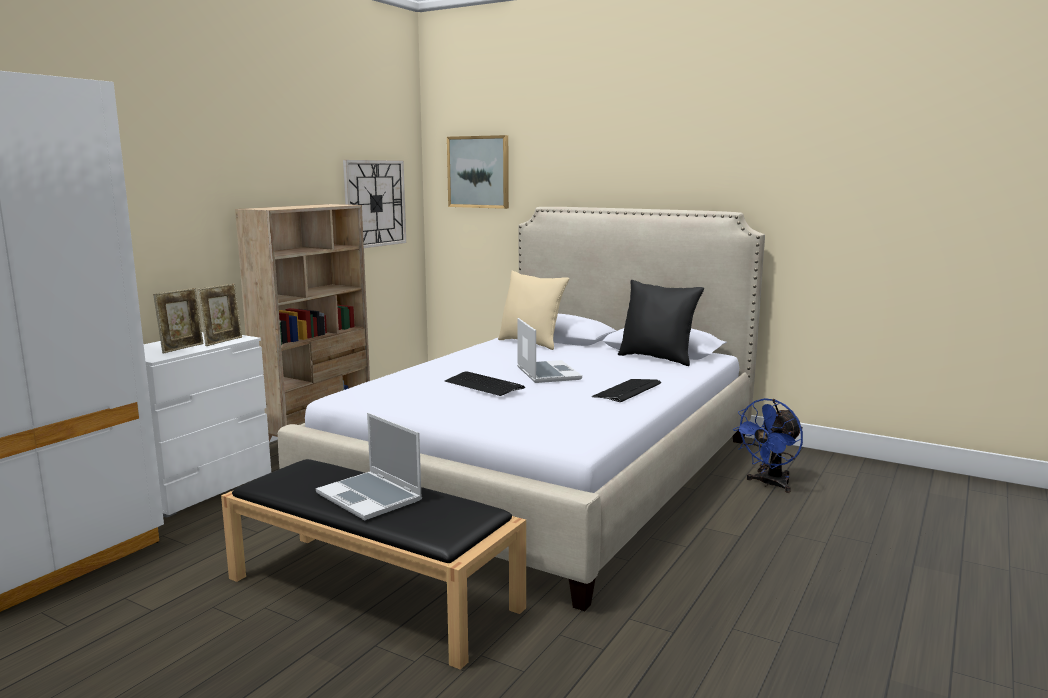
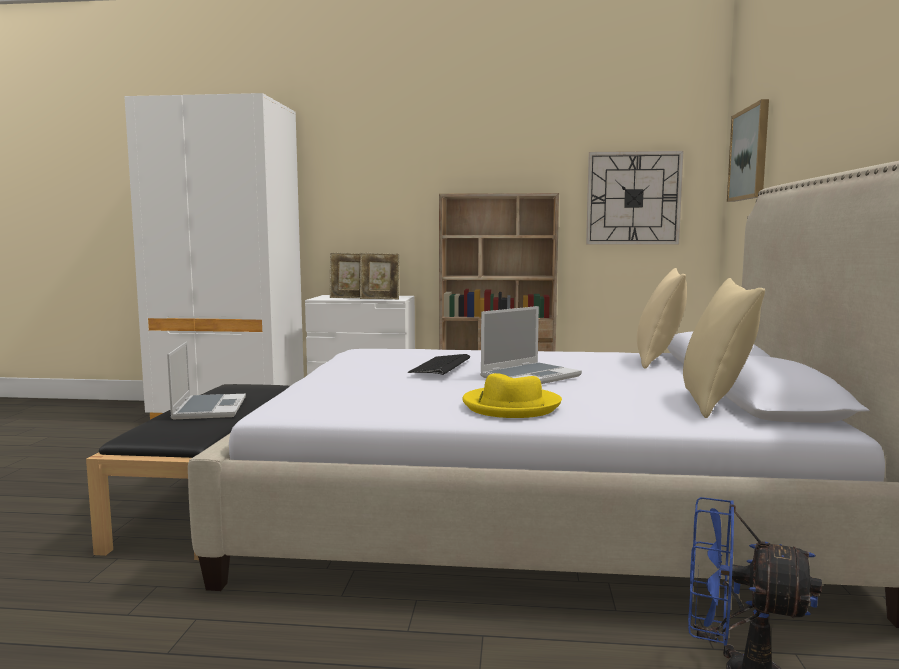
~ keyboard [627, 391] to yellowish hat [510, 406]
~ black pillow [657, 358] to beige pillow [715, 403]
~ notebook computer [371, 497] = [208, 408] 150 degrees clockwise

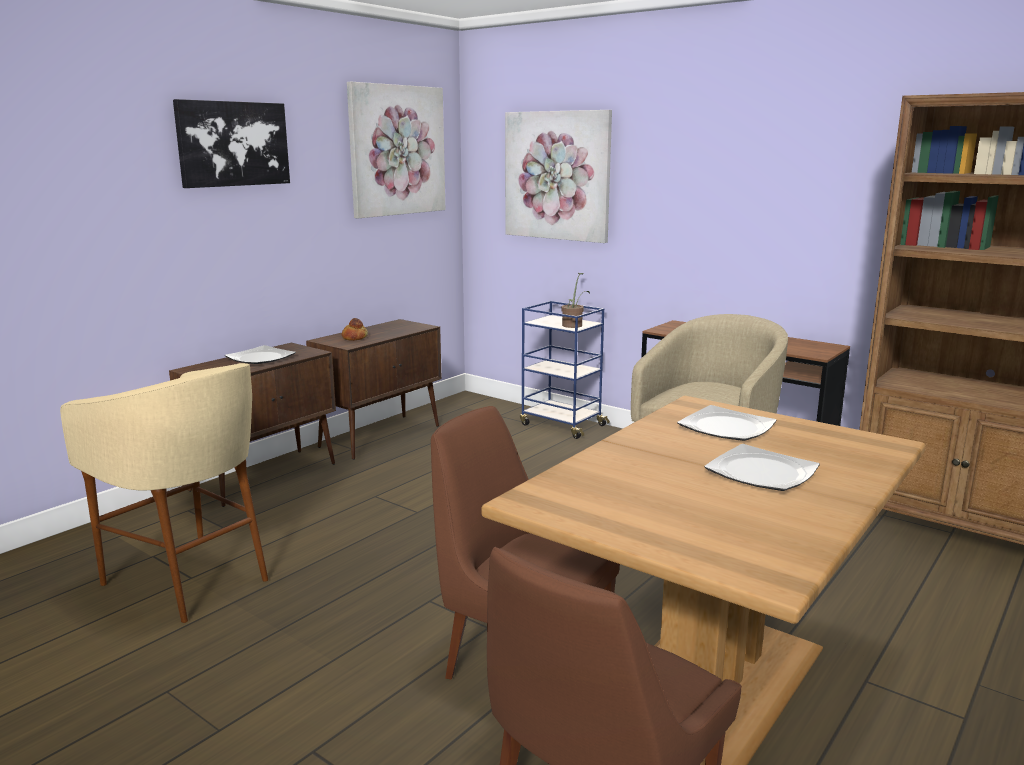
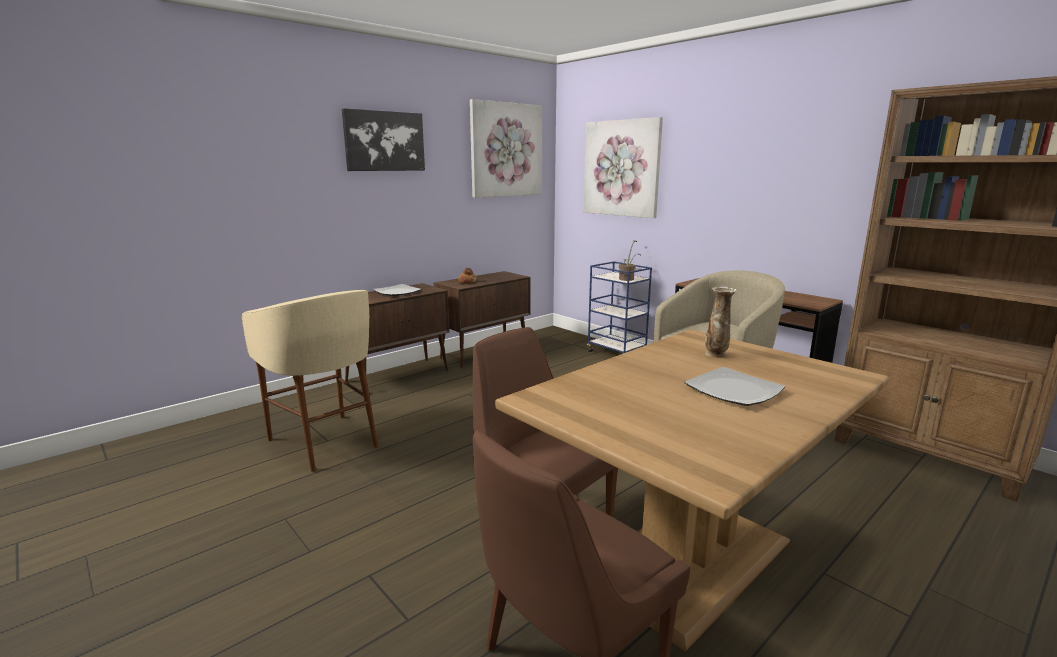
~ flat dish [726, 428] to flower vase [716, 354]

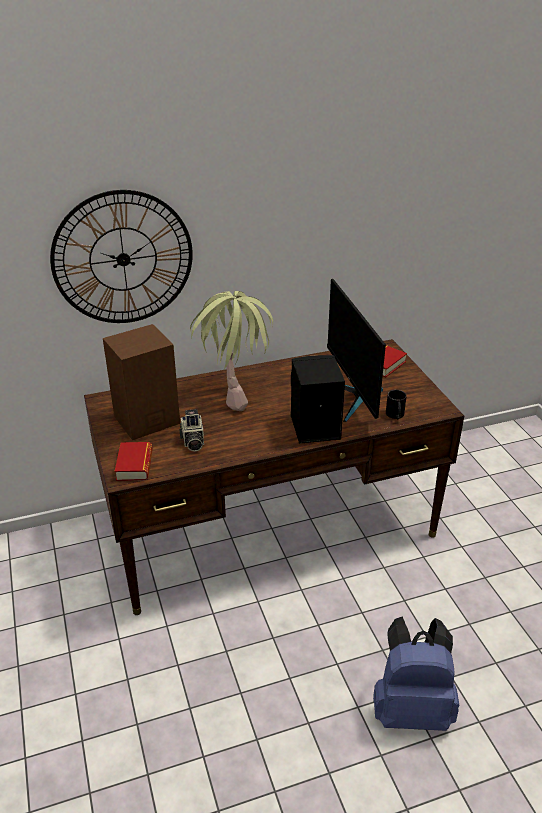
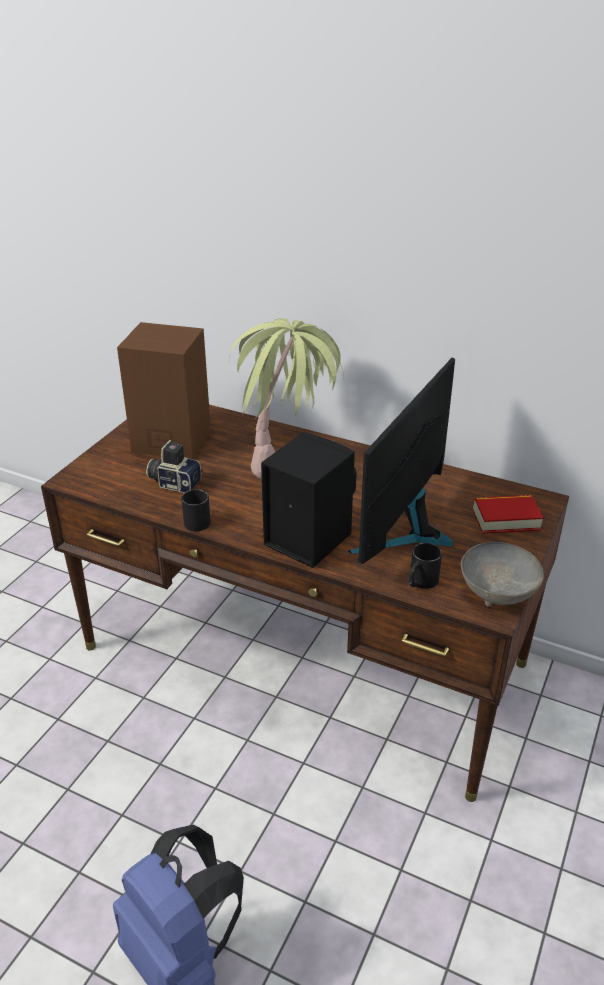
- hanging clock [123, 259]
- bound book [134, 465]
+ black coffee mug [199, 519]
+ gray serving bowl [497, 595]
~ still camera [192, 441] = [175, 482] 75 degrees clockwise

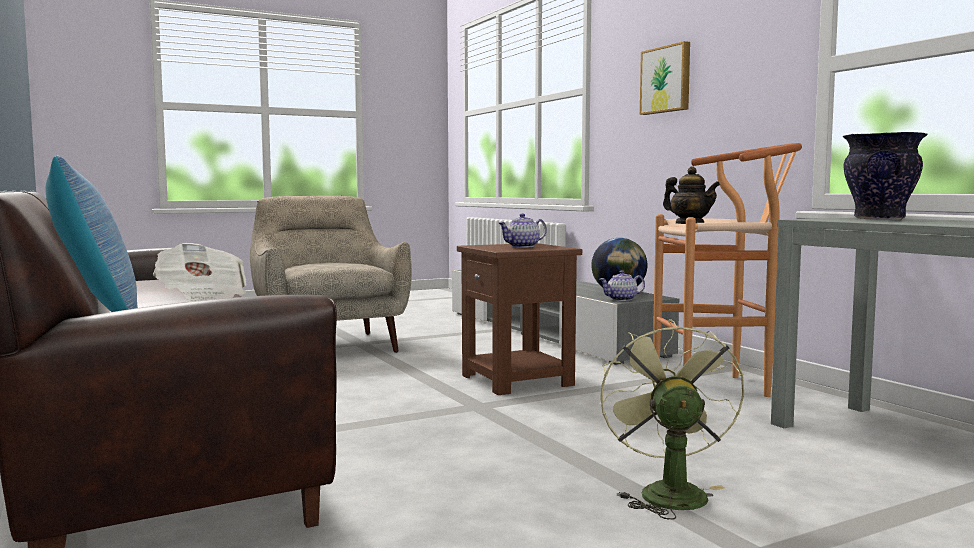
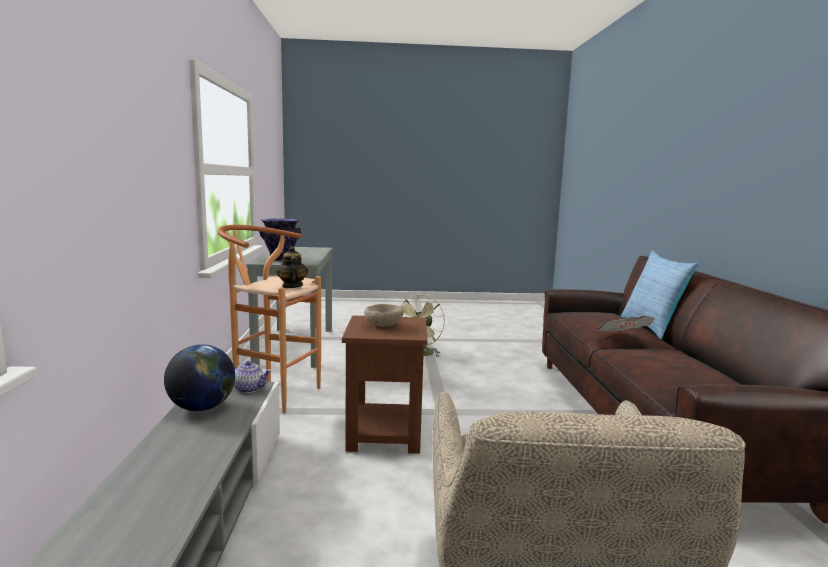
- picture [666, 79]
~ tea pot [522, 246] to beige serving bowl [382, 325]

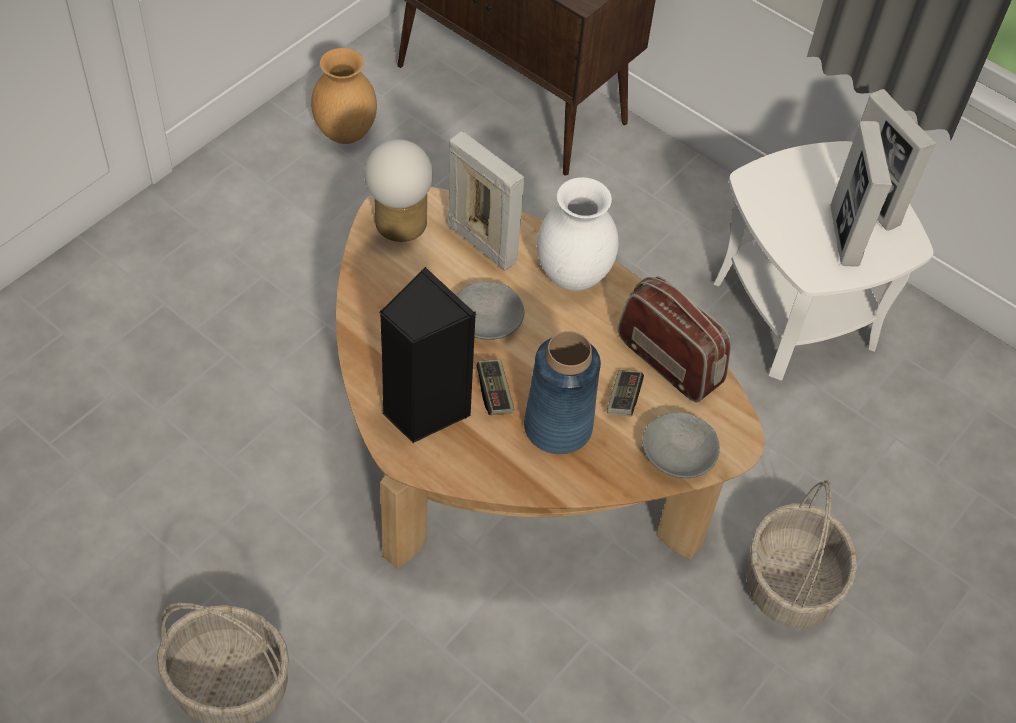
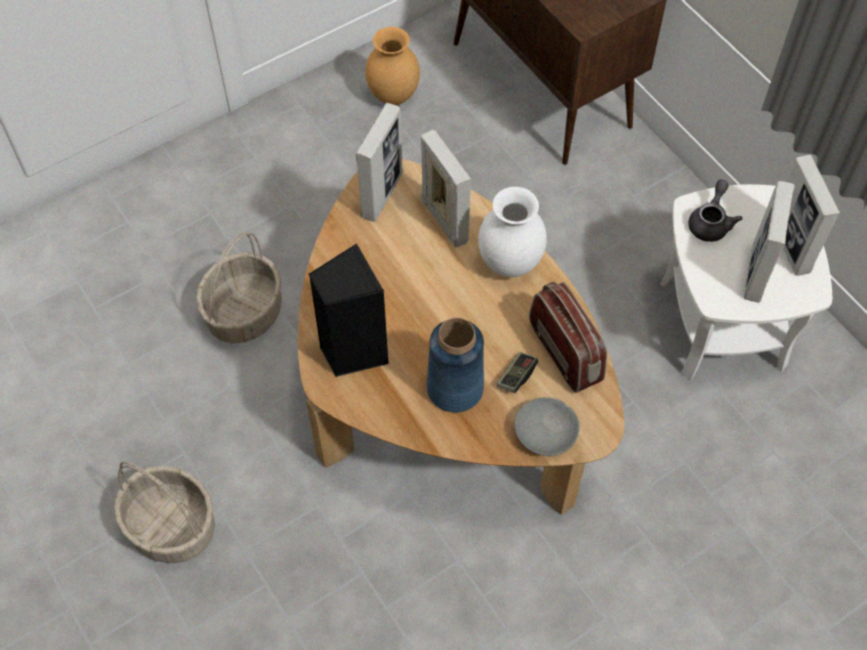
- gray serving bowl [487, 320]
- game controller [494, 393]
+ gray tea pot [711, 222]
~ household basket [790, 582] to [244, 312]
~ tabletop lamp [398, 228] to photo frame [382, 195]

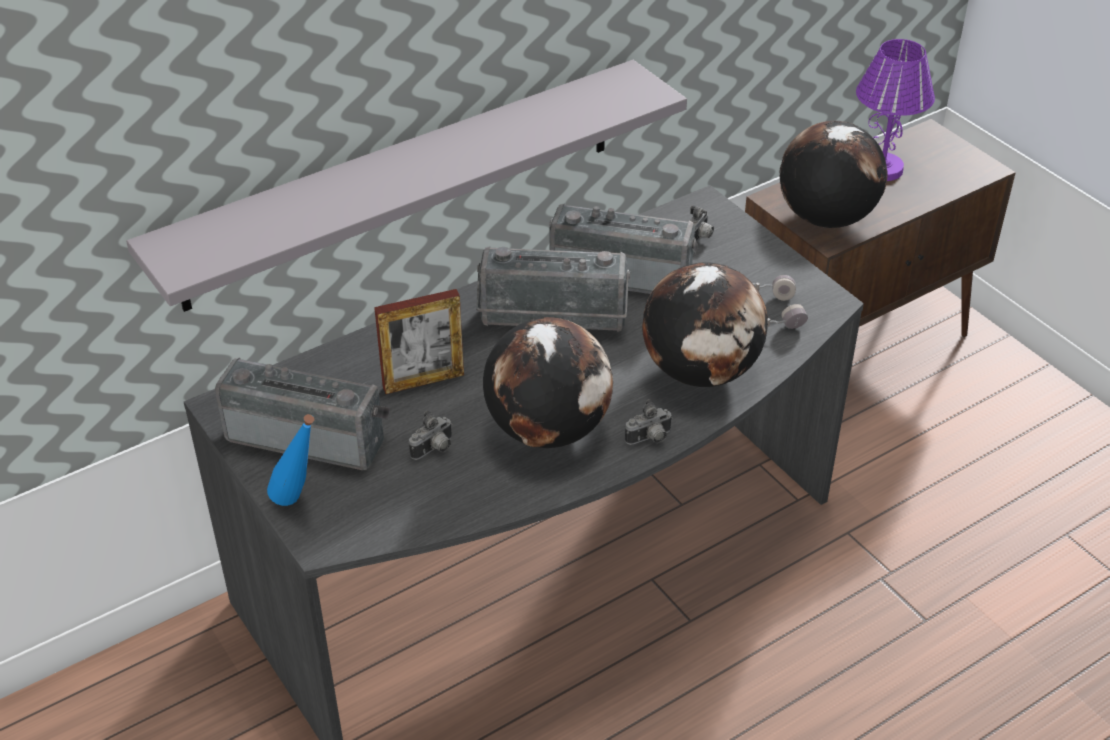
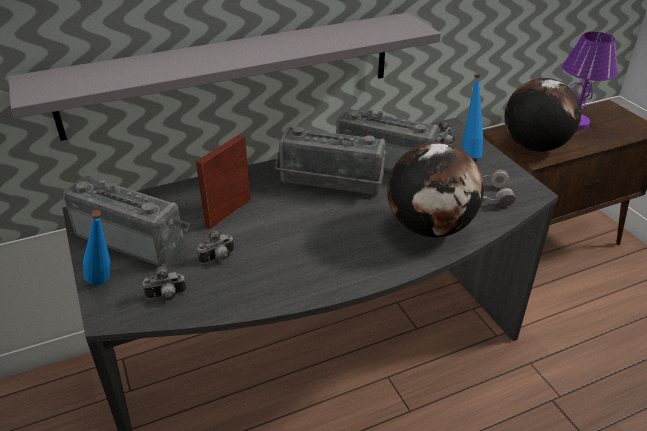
- desk globe [548, 429]
+ bluish beverage bottle [469, 153]
~ still camera [650, 439] to [166, 297]
~ photo frame [423, 381] = [228, 212] 135 degrees clockwise

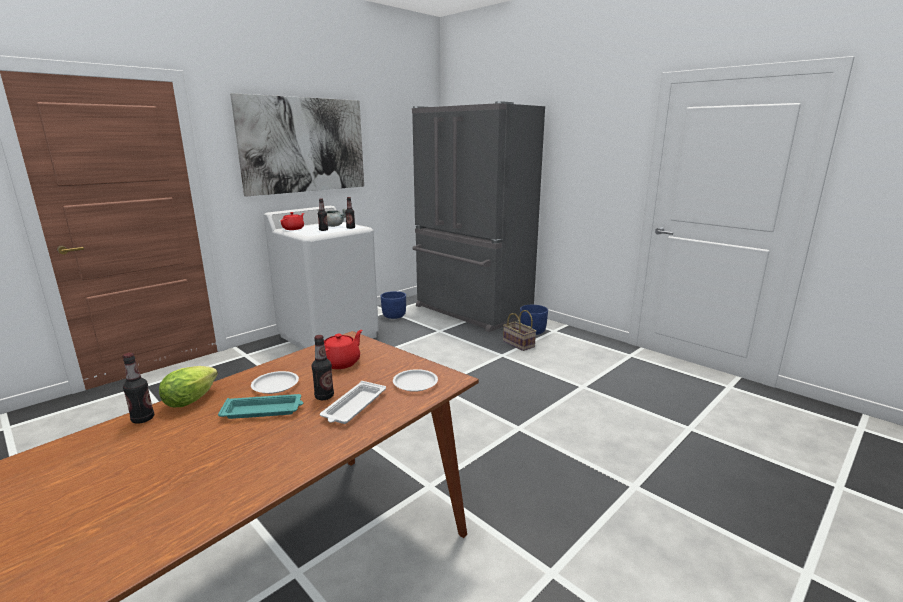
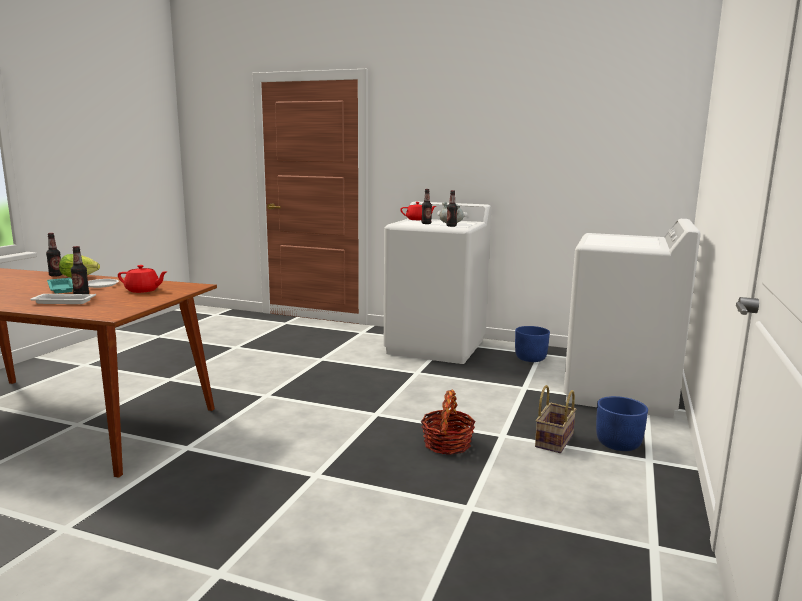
- picture [304, 145]
- whitish flat dish [415, 383]
+ household basket [447, 444]
~ gray refrigerator [471, 311] to whitish laundry appliance [619, 392]

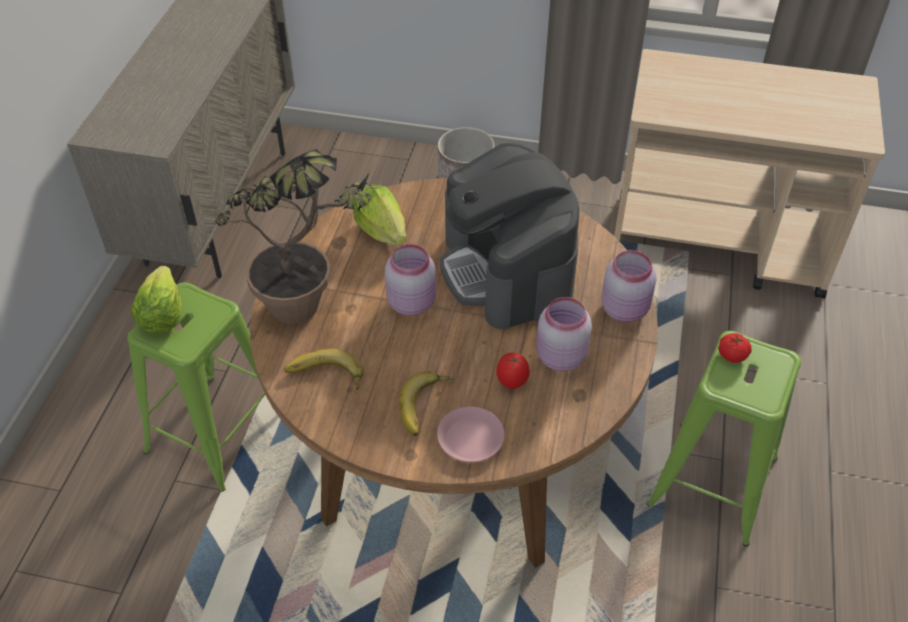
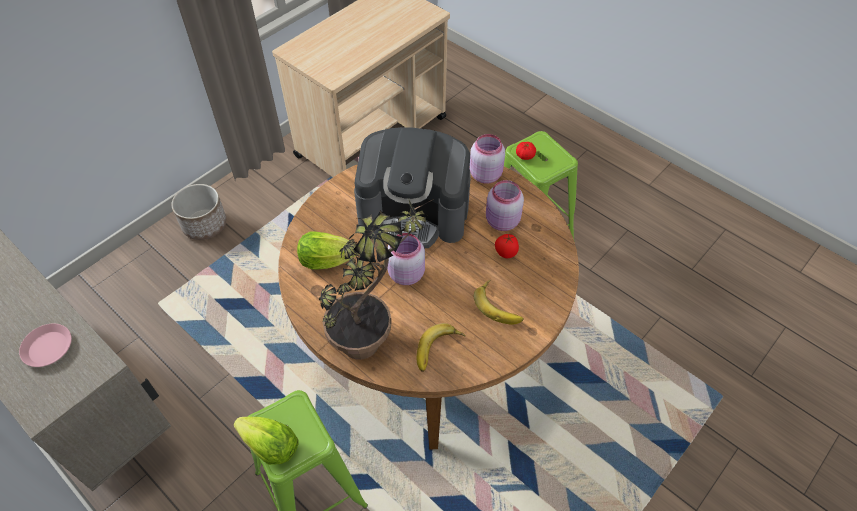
~ pink-coloured flat dish [471, 438] to [48, 347]

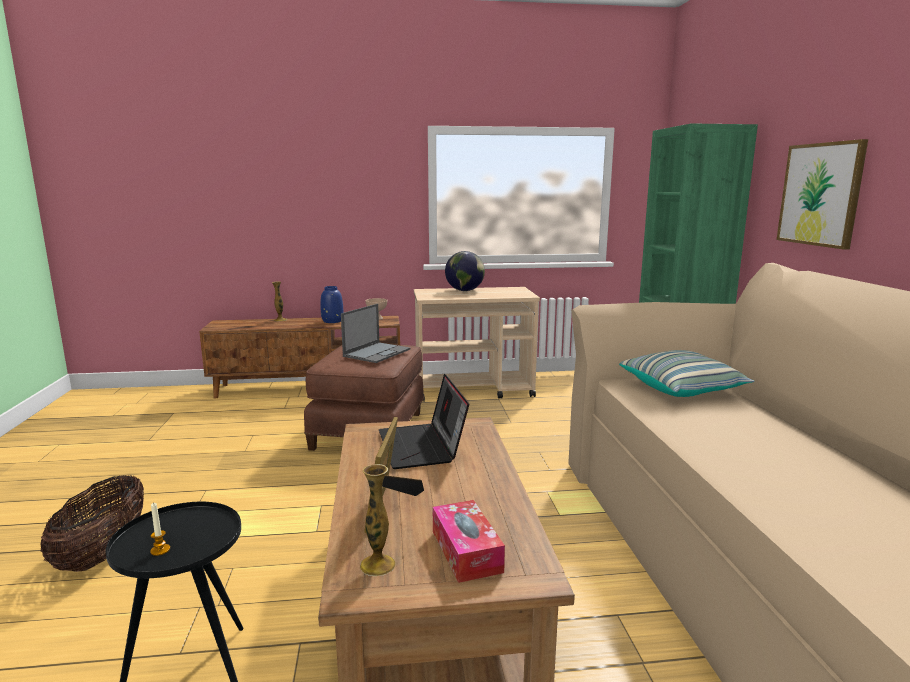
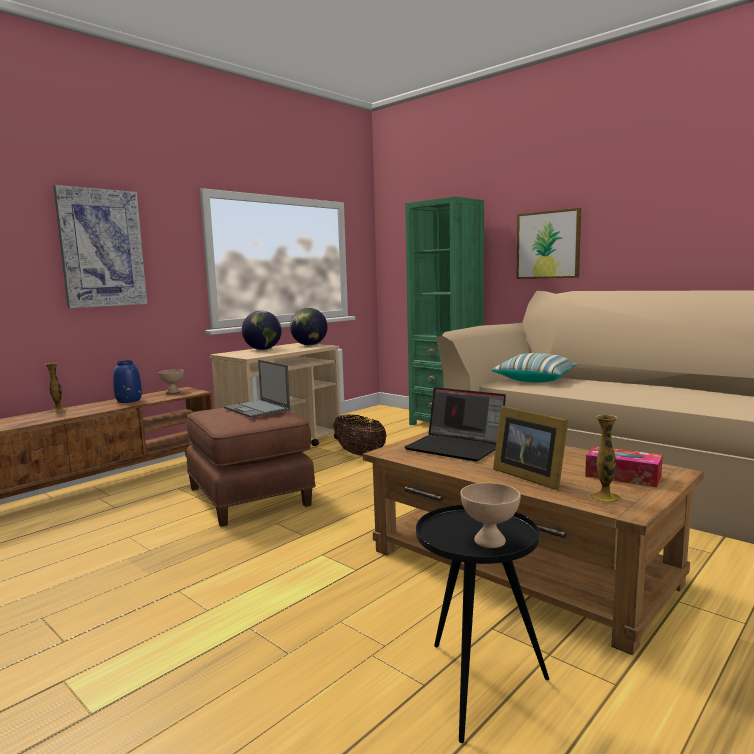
+ picture [101, 248]
+ desk globe [309, 345]
~ household basket [103, 553] to [359, 454]
~ candle [160, 550] to beige serving bowl [488, 541]
~ notebook computer [377, 352] = [257, 409] 150 degrees clockwise

